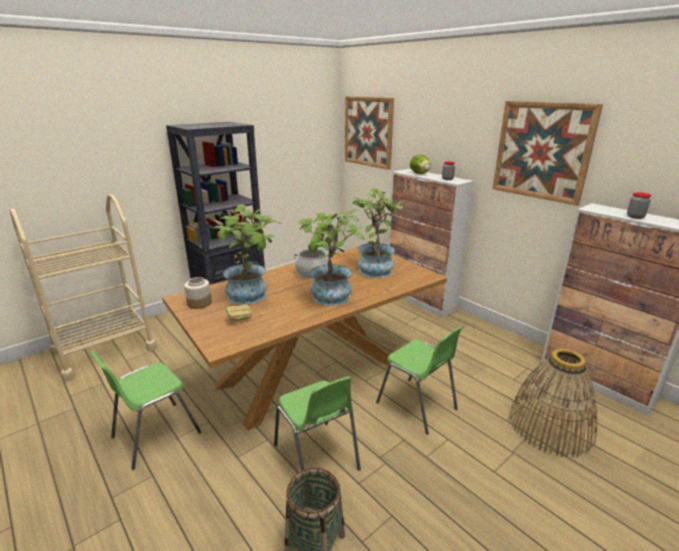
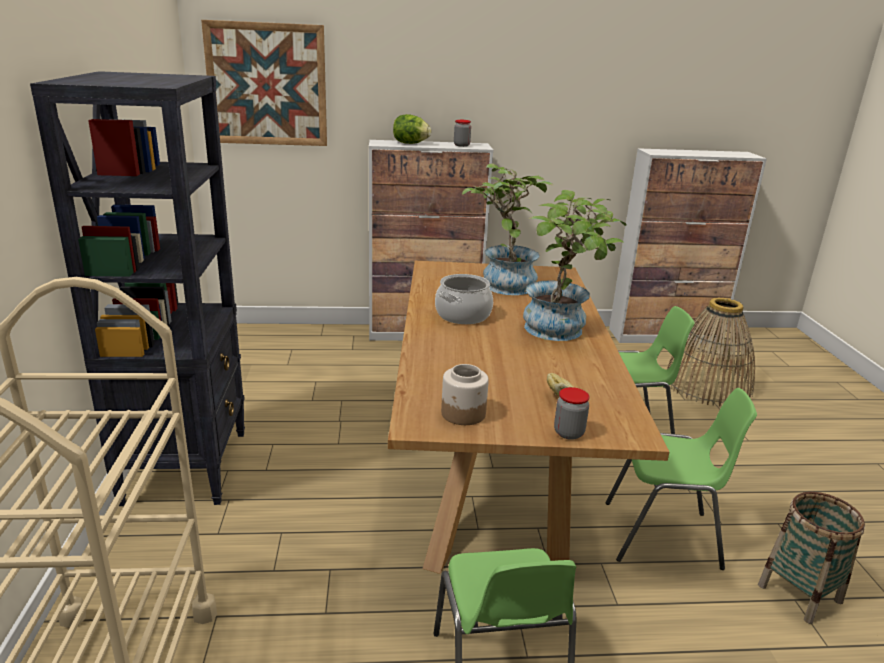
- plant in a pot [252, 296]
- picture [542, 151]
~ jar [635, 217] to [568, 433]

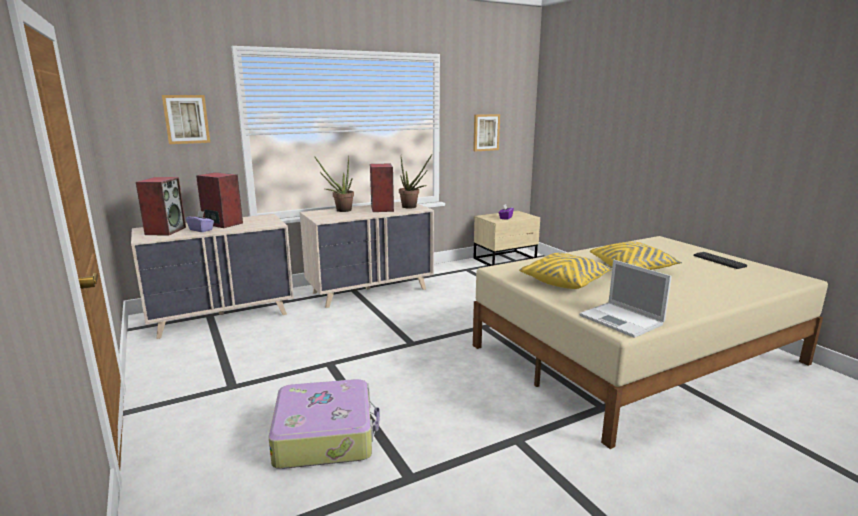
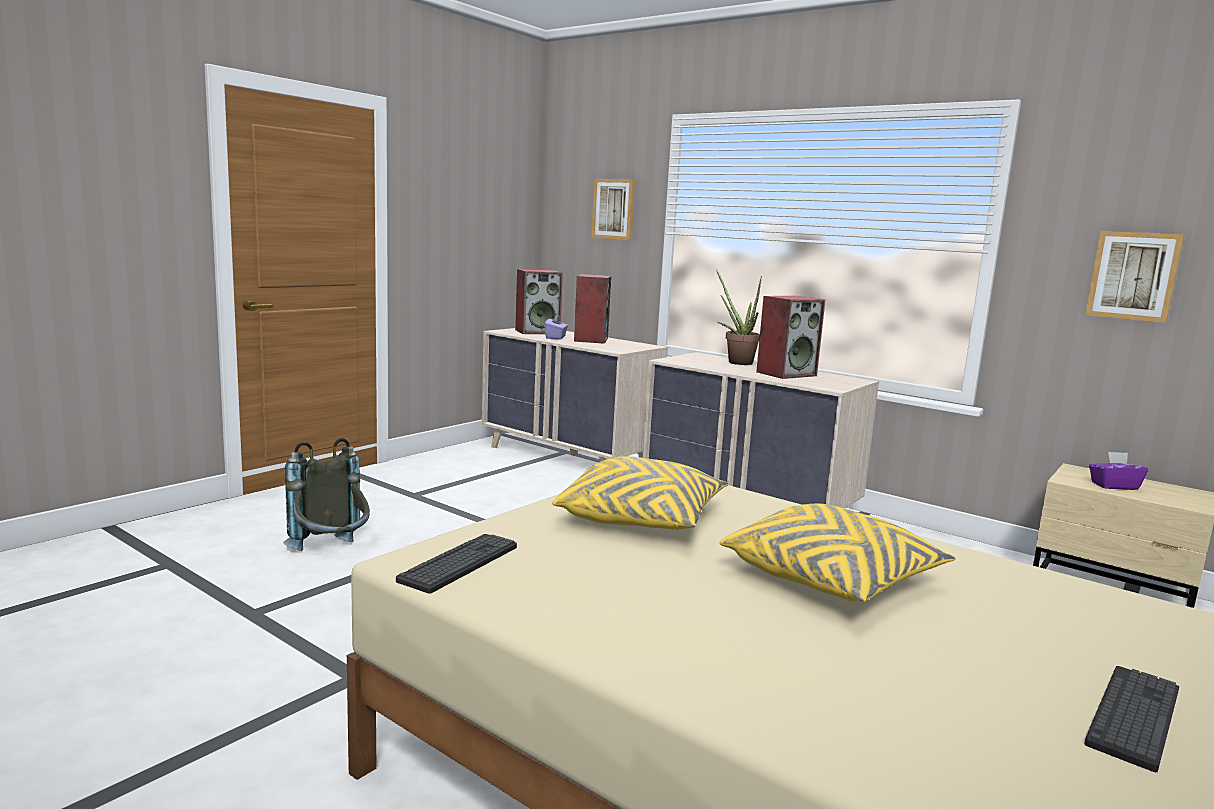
- plant in a pot [412, 207]
~ suitcase [325, 435] to gray knapsack [331, 554]
~ notebook computer [622, 320] to keyboard [459, 563]

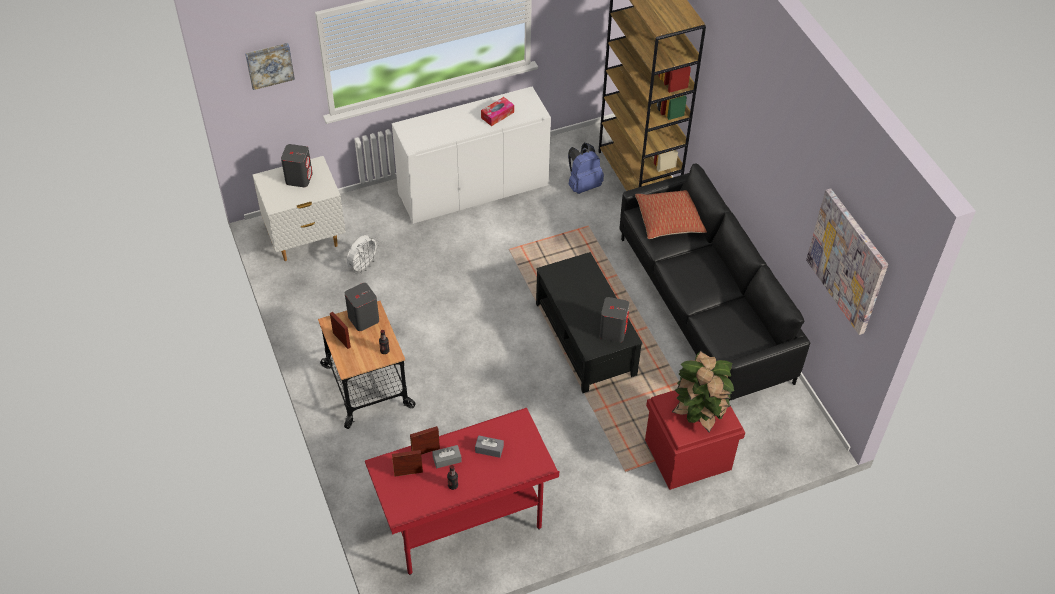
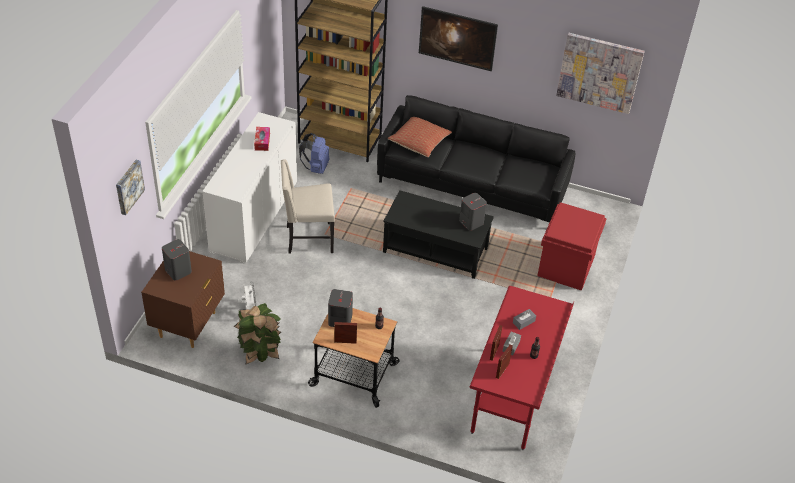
+ beige plain chair [308, 239]
+ picture [456, 49]
~ plant in a pot [700, 412] to [260, 353]
~ whitish night table [306, 240] to brown-coloured night table [188, 325]

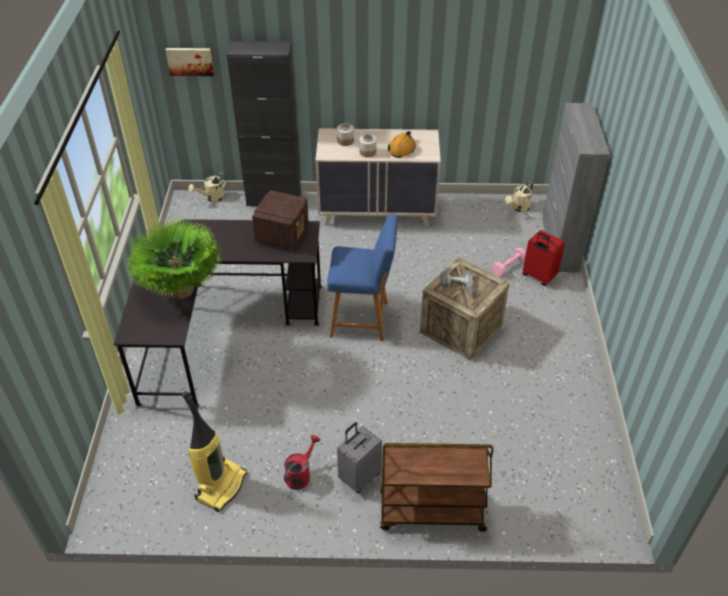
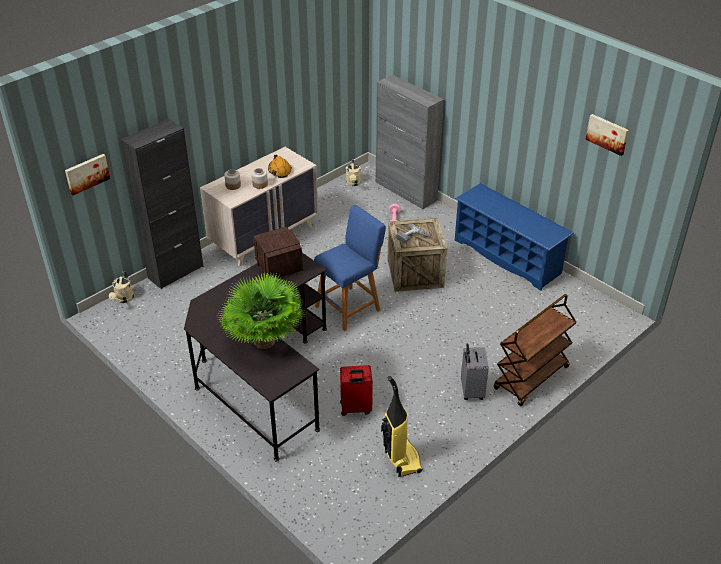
- reddish watering can [300, 474]
+ bluish shoe rack [507, 257]
+ picture [607, 134]
~ reddish suitcase [538, 276] to [355, 408]

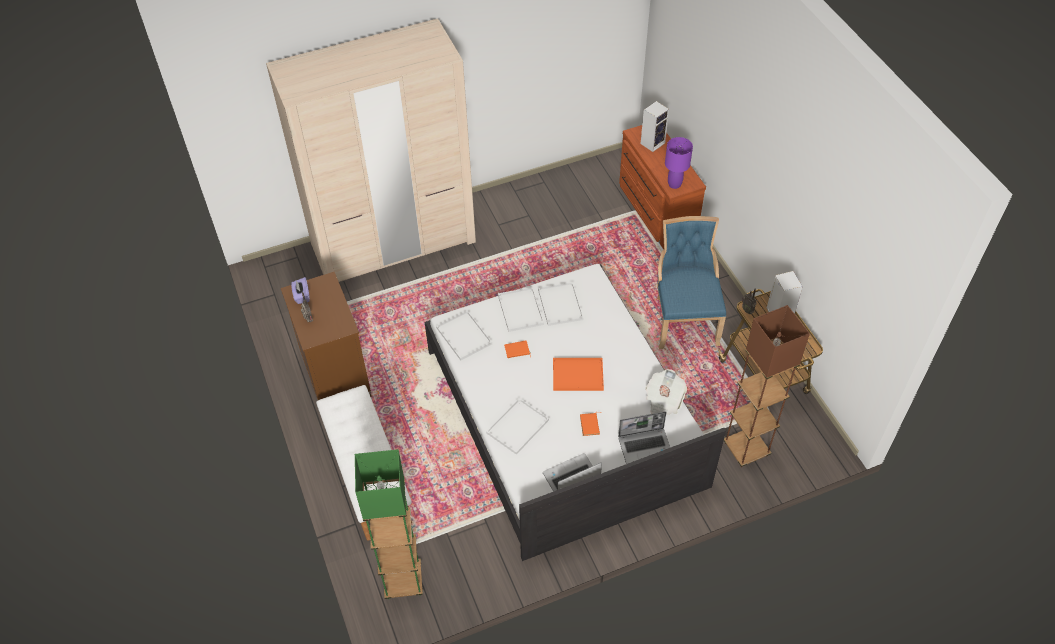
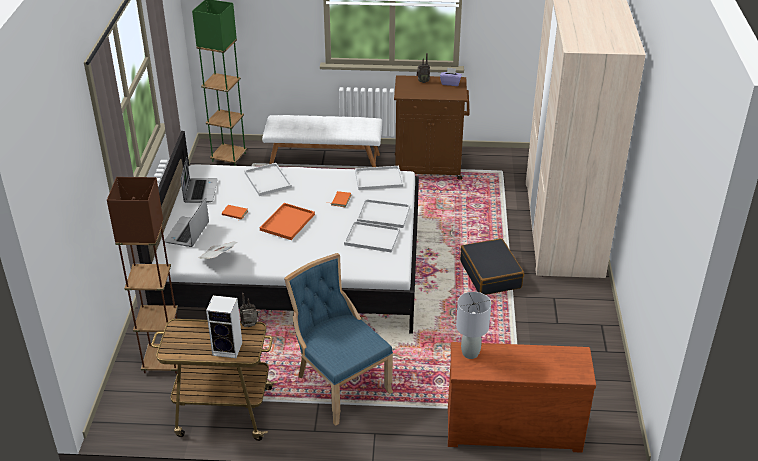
- audio speaker [653, 142]
+ black suitcase [491, 274]
~ purplish tabletop lamp [674, 184] to gray tabletop lamp [470, 353]
~ bluish plain chair [684, 319] = [339, 384] 150 degrees counterclockwise

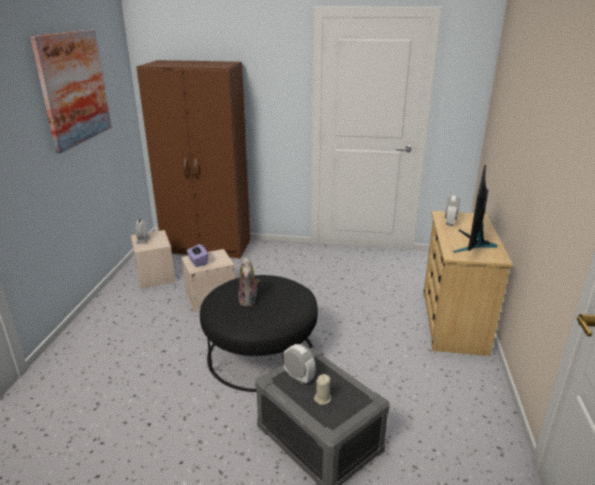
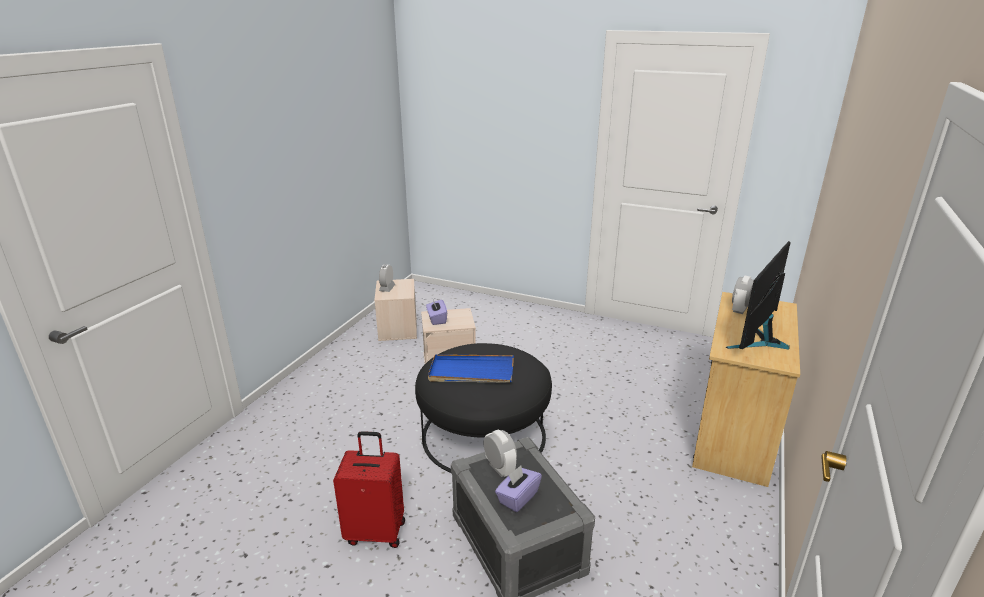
- picture [74, 88]
- brown-coloured clothes cupboard [208, 247]
+ reddish suitcase [376, 531]
~ cuddly toy [249, 301] to bluish carrying tray [471, 372]
~ beige candle [322, 398] to purplish tissue holder [517, 498]

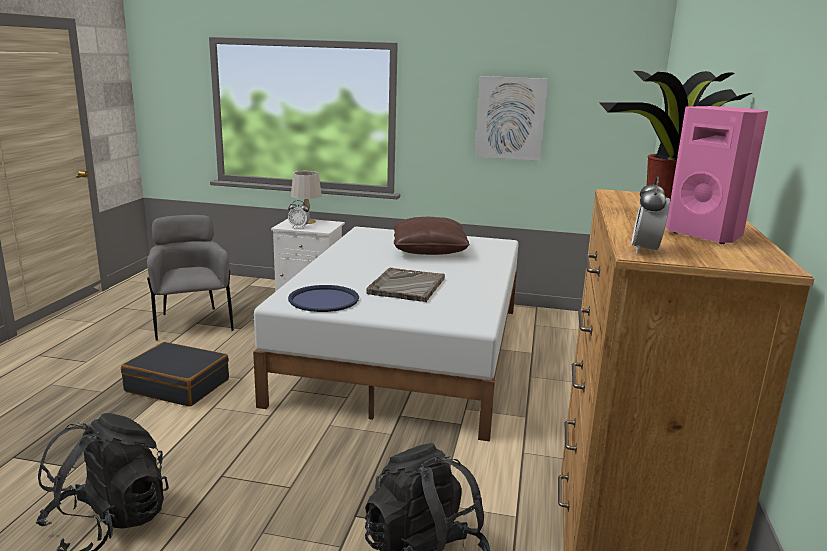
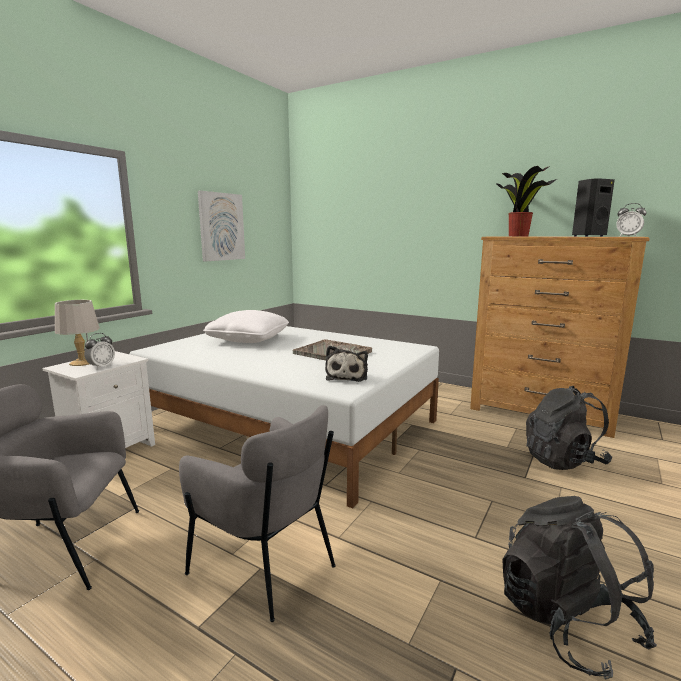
~ black suitcase [178, 385] to gray easy chair [267, 565]
~ bluish carrying tray [324, 299] to cuddly toy [347, 376]
~ brown-coloured pillow [429, 250] to whitish pillow [248, 339]
~ pink-coloured audio speaker [706, 235] to black audio speaker [587, 236]

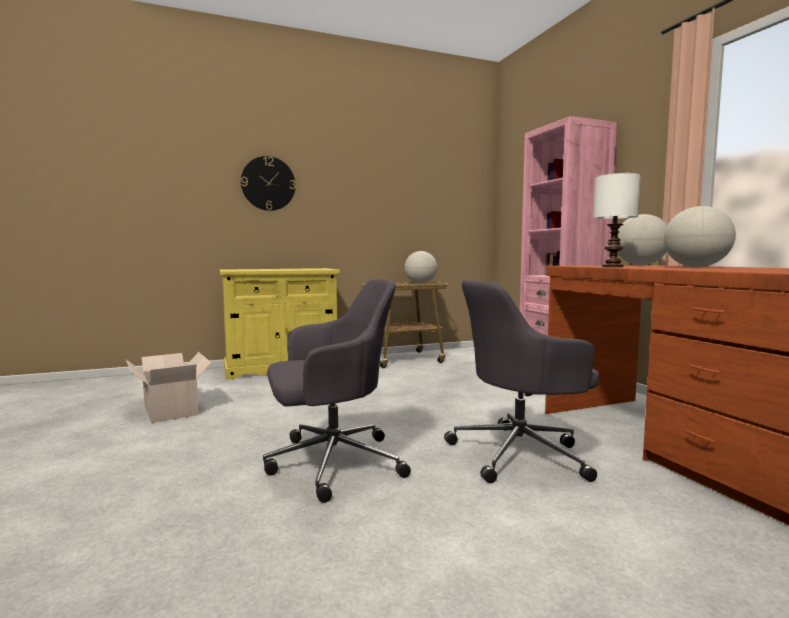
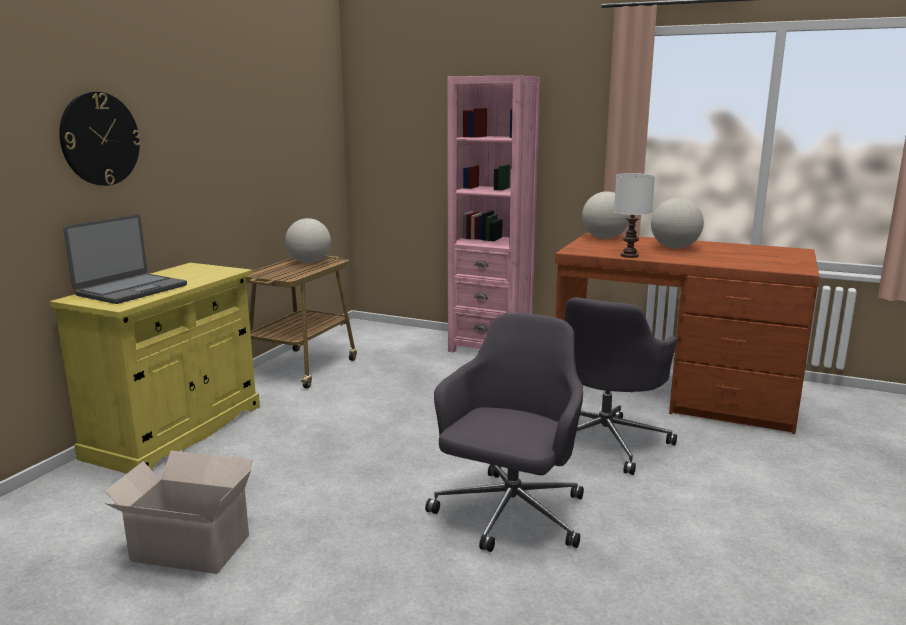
+ notebook computer [131, 290]

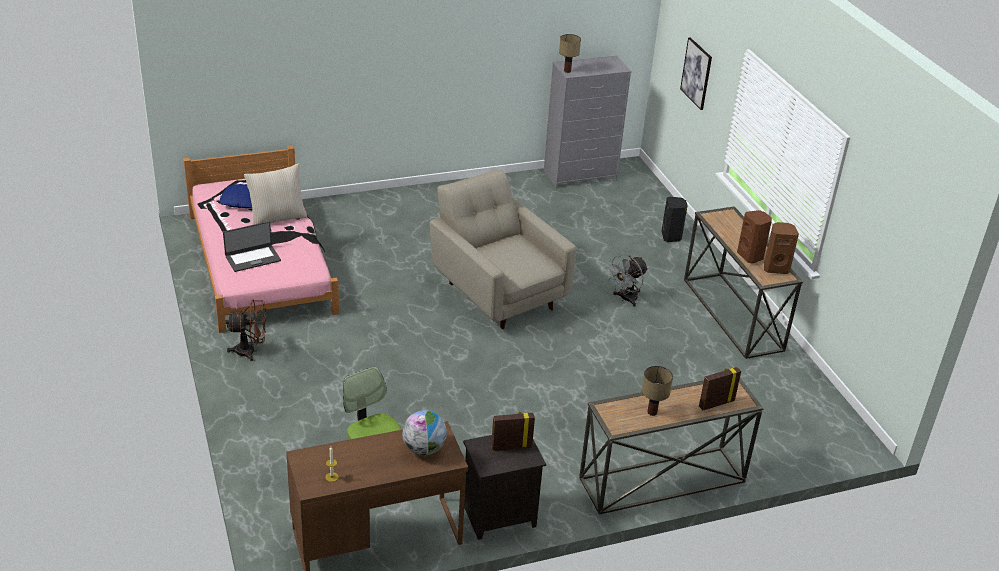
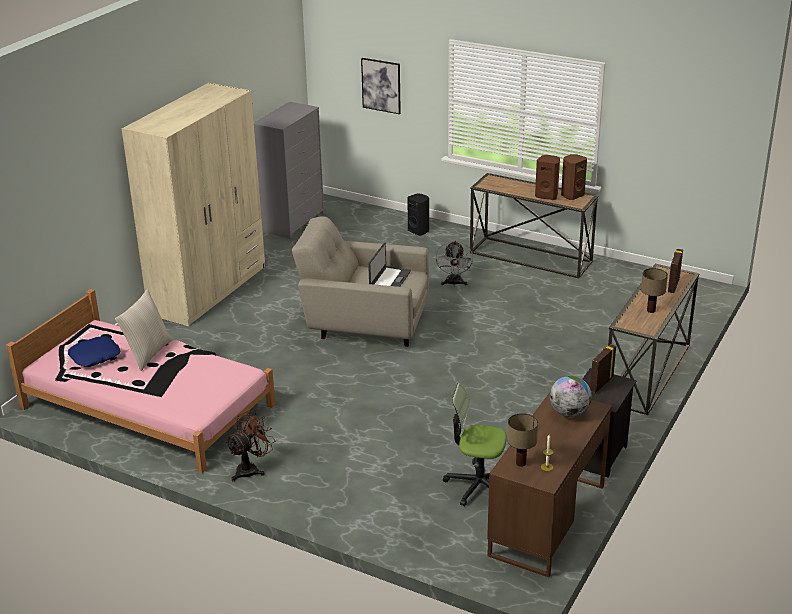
+ beige clothes cupboard [209, 290]
~ notebook computer [252, 258] to [389, 279]
~ tabletop lamp [567, 71] to [520, 463]

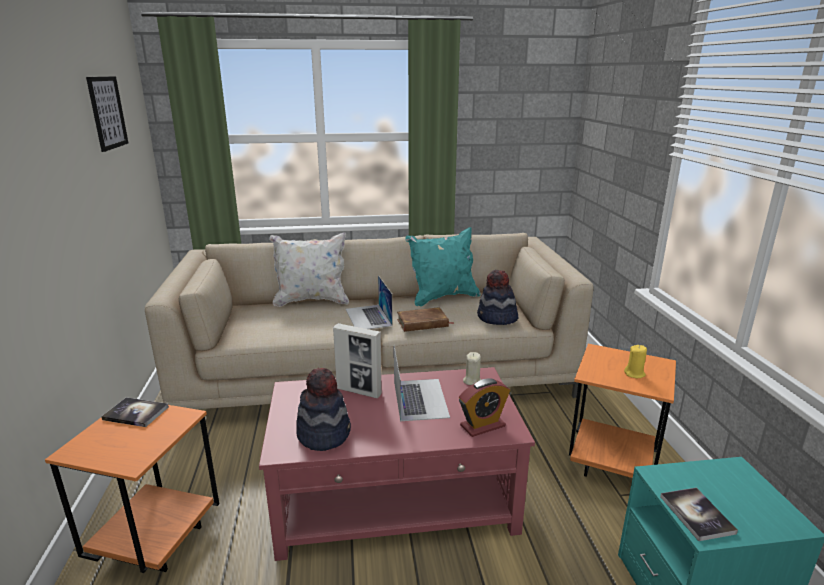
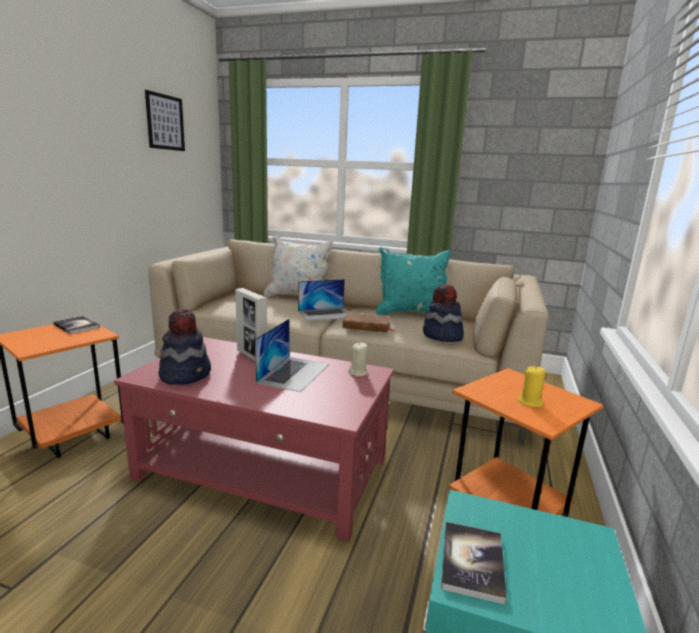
- bedside clock [482, 426]
~ notebook computer [368, 317] = [326, 314] 120 degrees counterclockwise

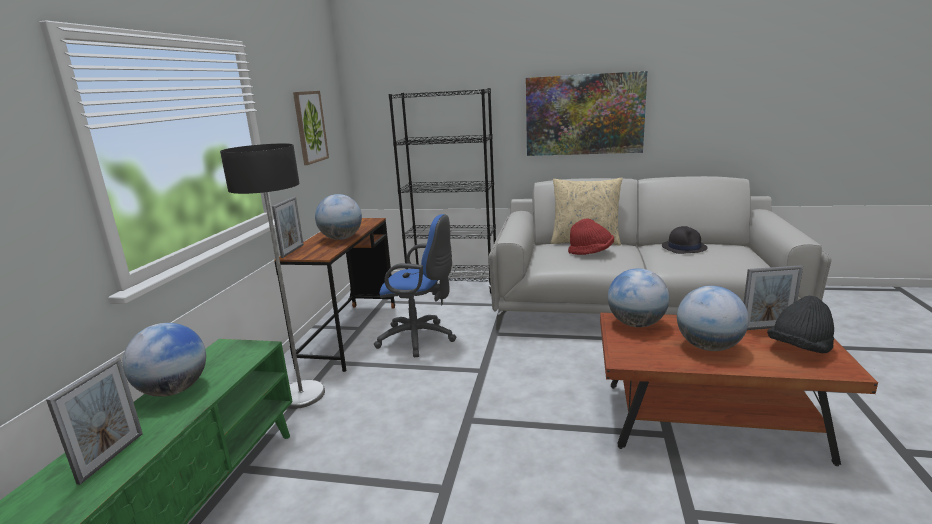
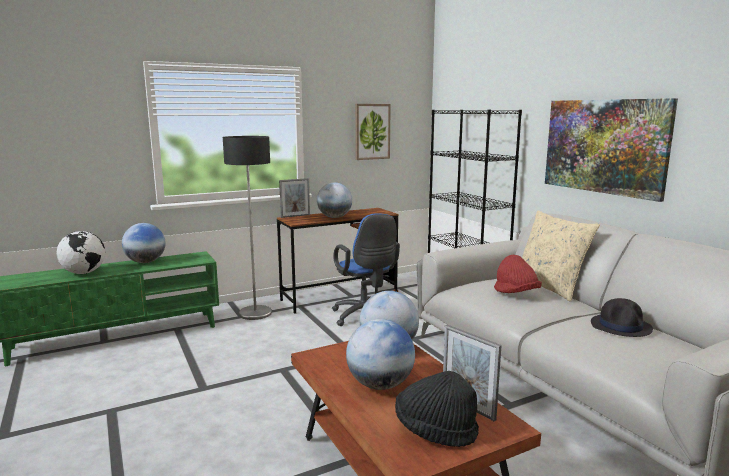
~ photo frame [112, 457] to desk globe [84, 273]

